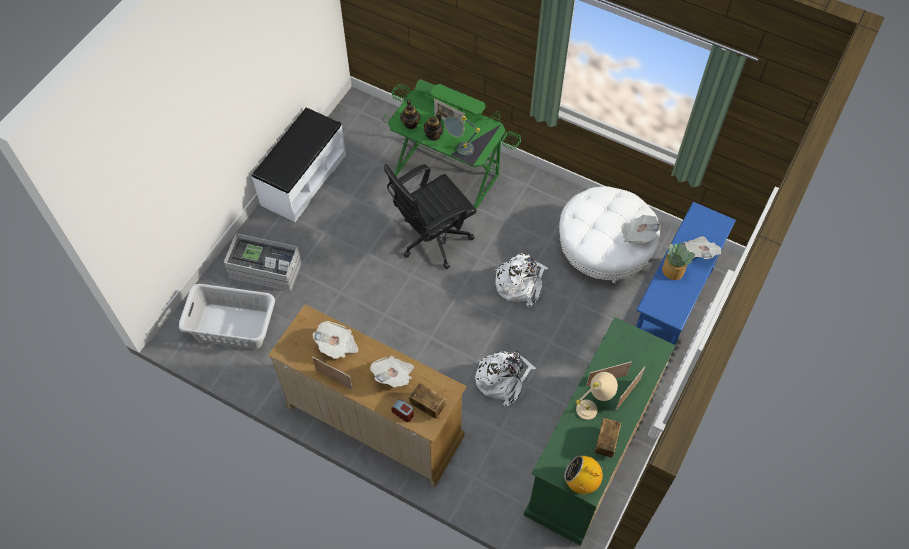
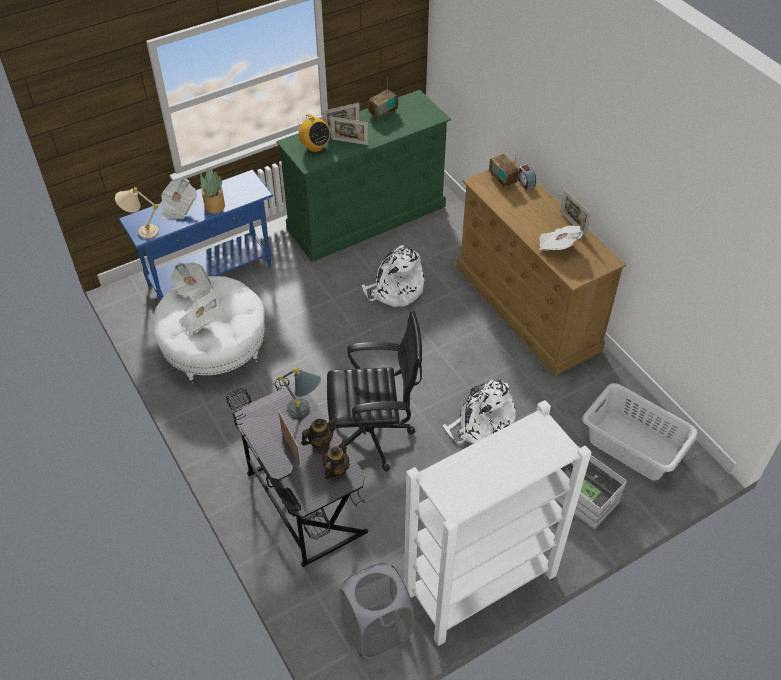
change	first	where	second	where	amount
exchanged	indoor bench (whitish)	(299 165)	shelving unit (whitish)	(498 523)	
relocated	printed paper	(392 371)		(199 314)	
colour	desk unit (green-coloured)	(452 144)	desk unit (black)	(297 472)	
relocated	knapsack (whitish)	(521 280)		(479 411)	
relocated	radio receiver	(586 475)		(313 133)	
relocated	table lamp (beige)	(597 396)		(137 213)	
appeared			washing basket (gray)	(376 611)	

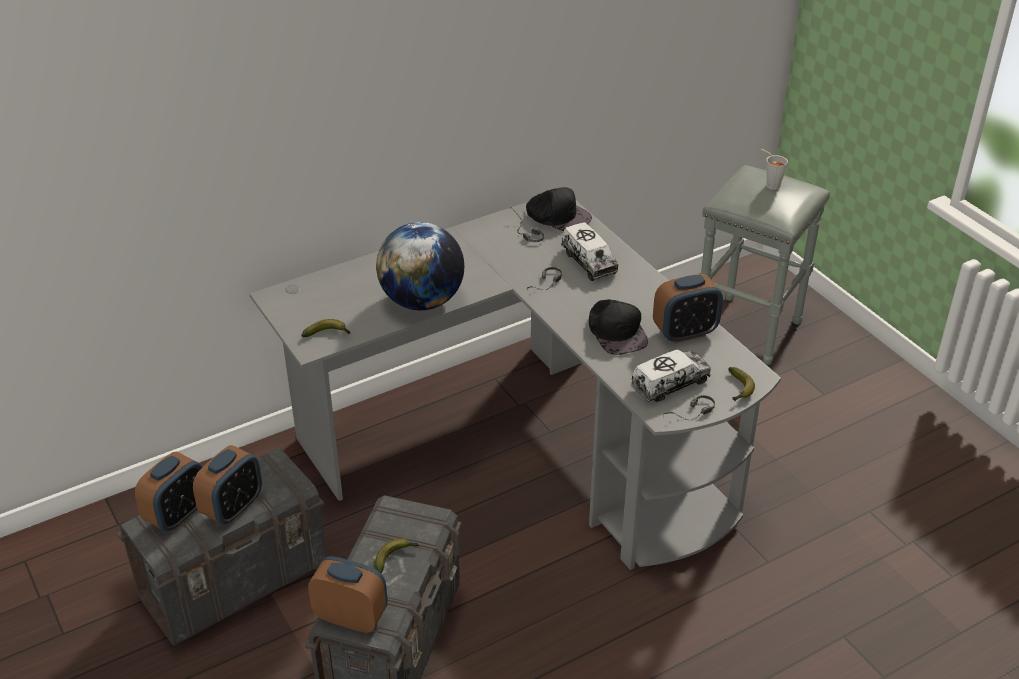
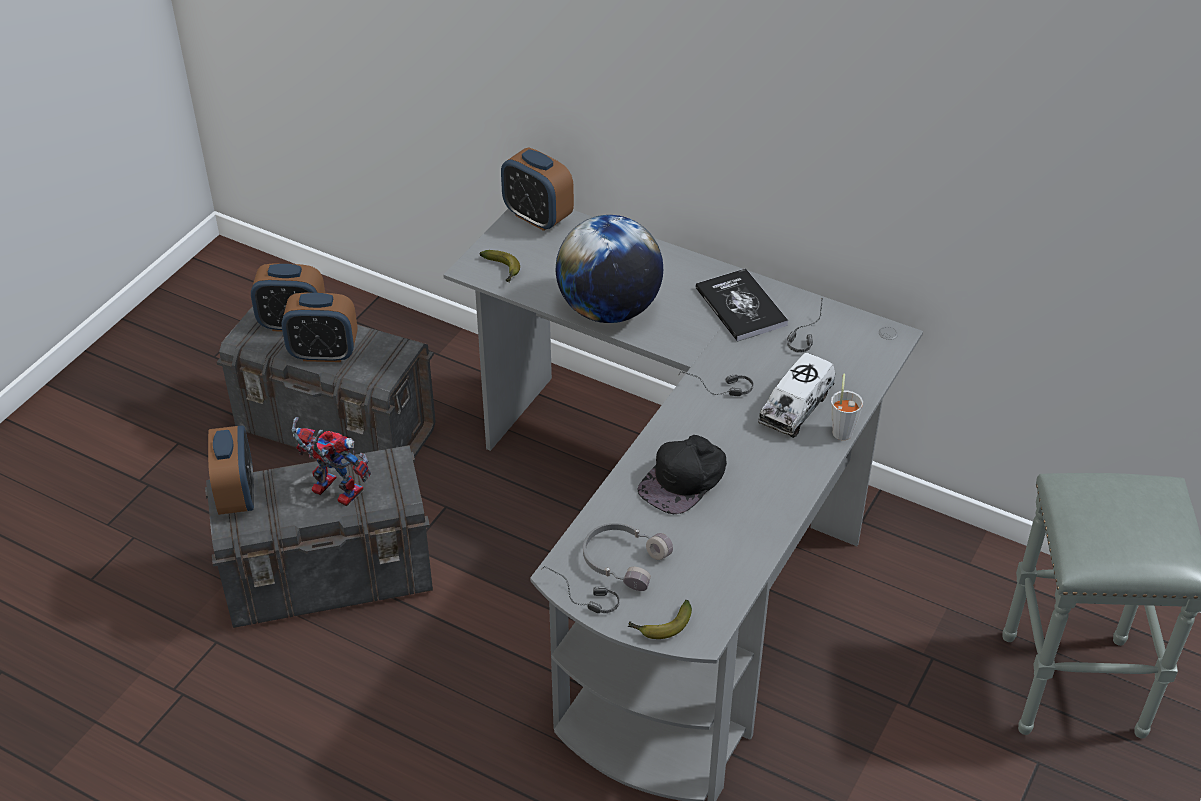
change	first	where	second	where	amount
exchanged	banana	(397 555)	model robot	(331 461)	
missing	baseball cap (black)	(559 209)			
exchanged	toy lorry	(671 375)	headset (gray)	(628 557)	
relocated	table clock	(688 308)		(537 189)	
relocated	cup (gray)	(774 169)		(847 407)	
appeared			volume	(741 305)	

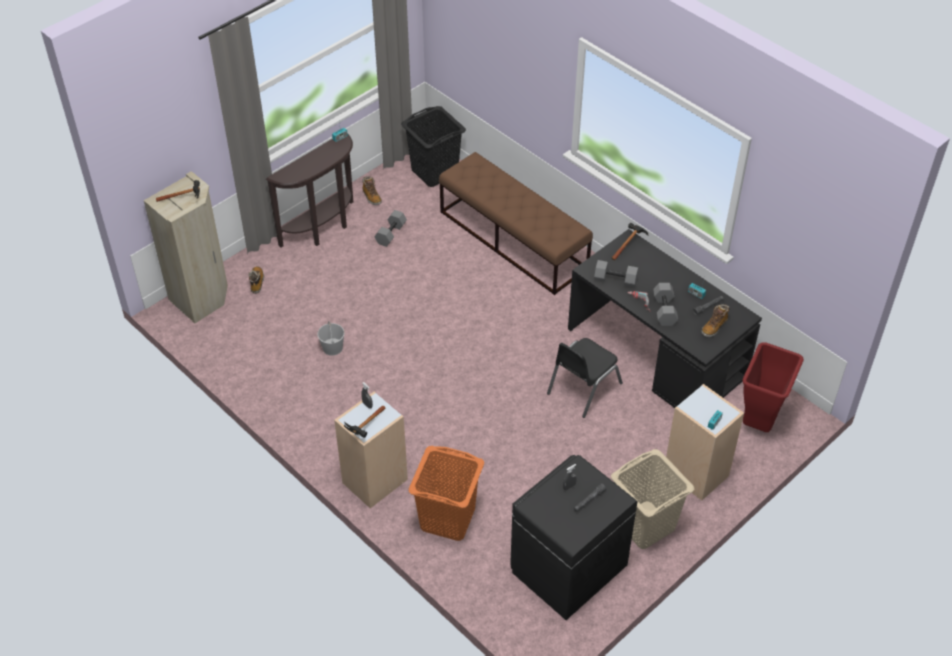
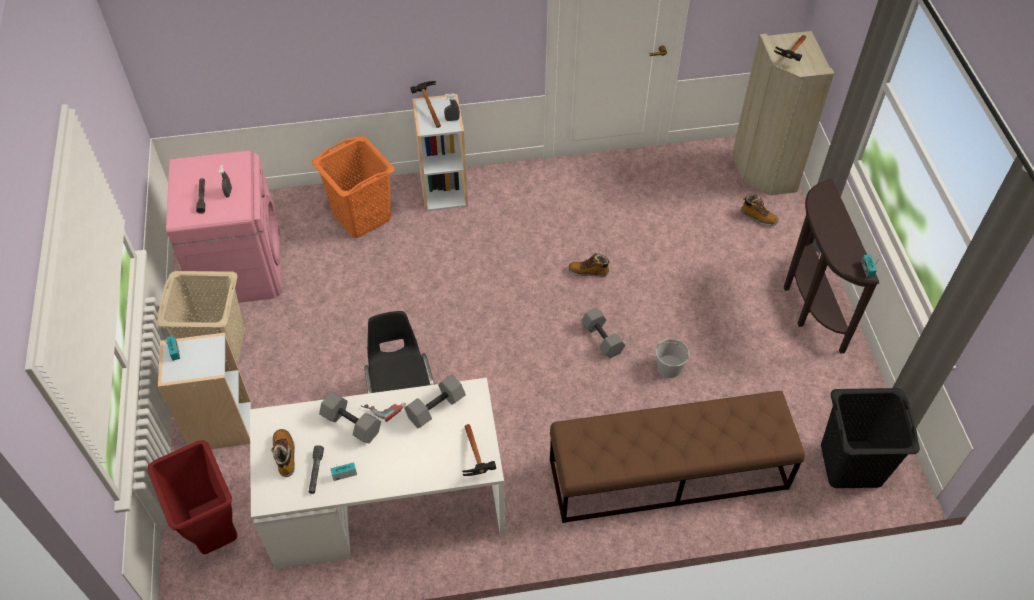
change	first	where	second	where	amount
relocated	bucket (whitish)	(331 338)		(673 358)	
relocated	high-top boot	(372 190)		(589 265)	
relocated	dumbbell (gray)	(390 228)		(603 333)	
colour	washing machine (black)	(574 537)	washing machine (pinkish)	(224 226)	
colour	desk unit (black)	(665 318)	desk unit (whitish)	(377 473)	

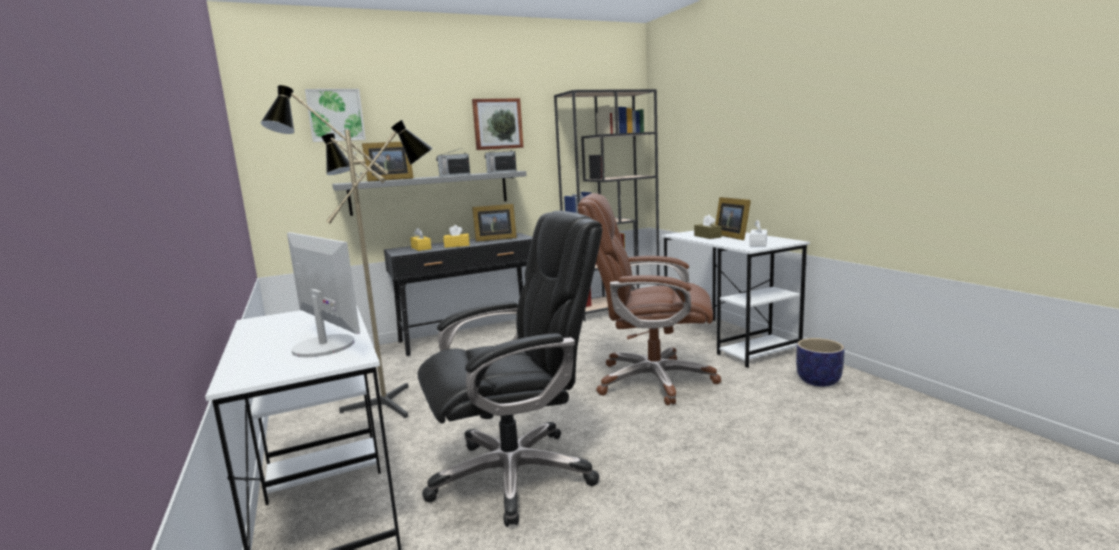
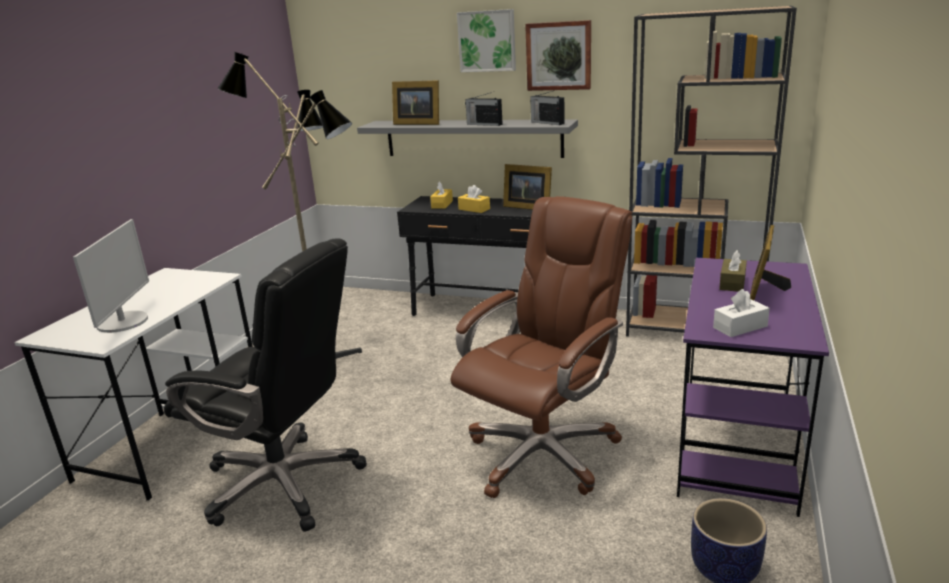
change	first	where	second	where	amount
relocated	picture	(335 115)		(486 40)	
spun	desk chair (brown-coloured)	(649 299)		(541 347)	75 degrees clockwise
colour	desk unit (whitish)	(735 299)	desk unit (purple-coloured)	(753 387)	

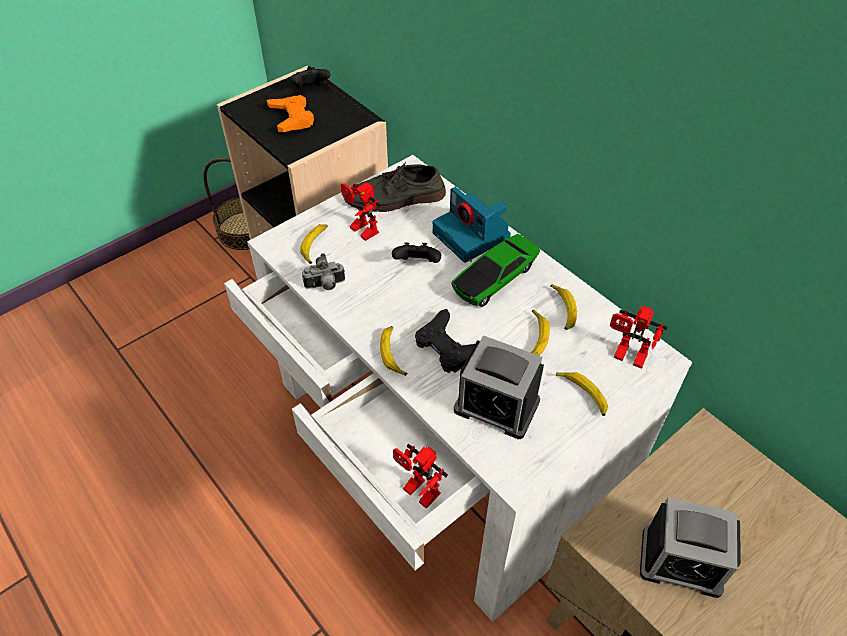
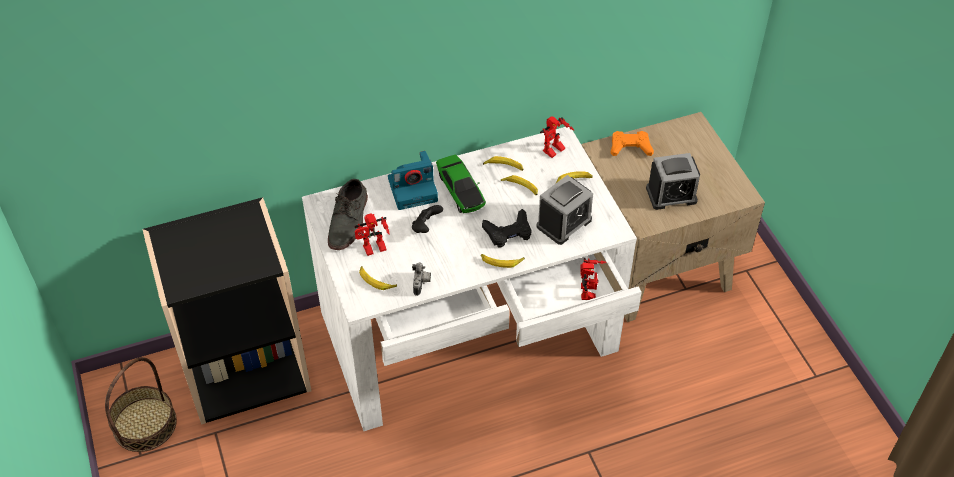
change	first	where	second	where	amount
relocated	joypad (orange)	(290 113)		(632 143)	
missing	joypad (black)	(310 77)			
spun	model robot	(420 476)		(593 279)	60 degrees counterclockwise
spun	table clock	(690 547)		(673 181)	45 degrees clockwise

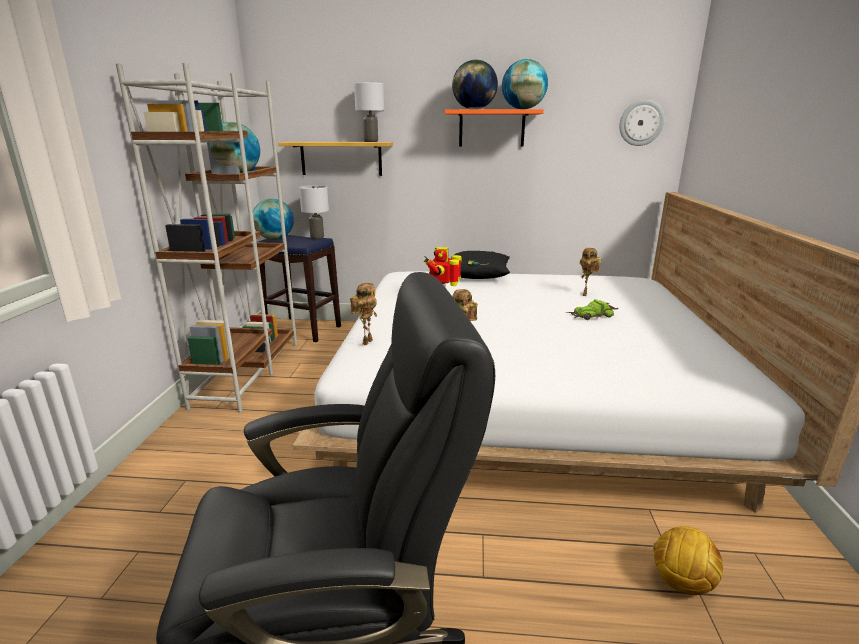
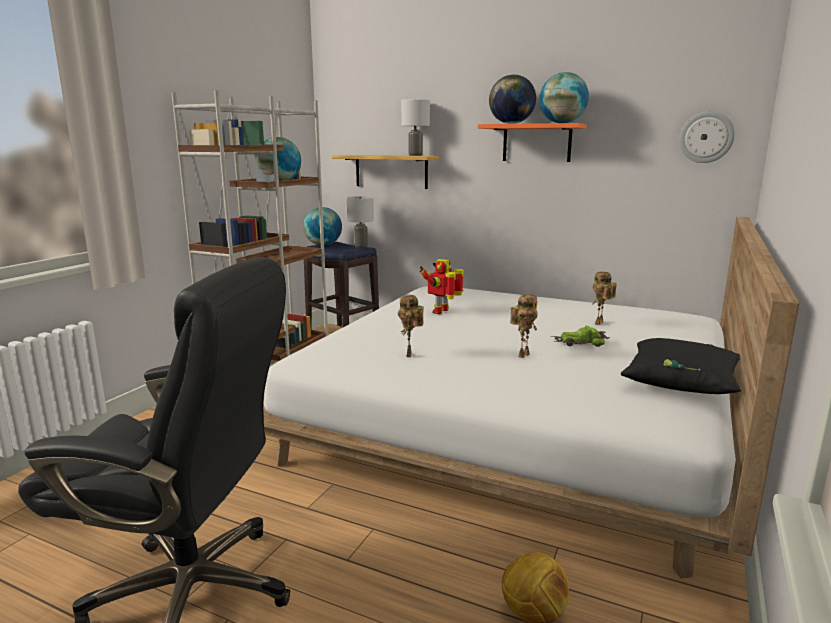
change	first	where	second	where	amount
relocated	model robot	(363 314)		(524 326)	
relocated	cushion (black)	(480 265)		(681 366)	

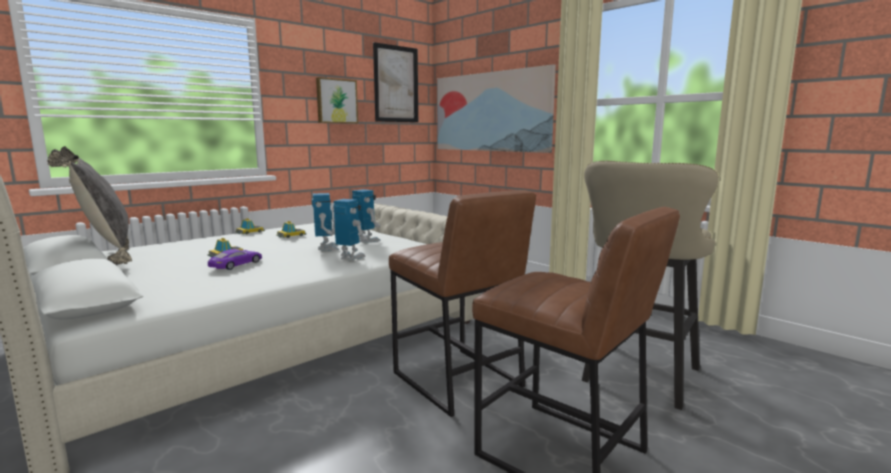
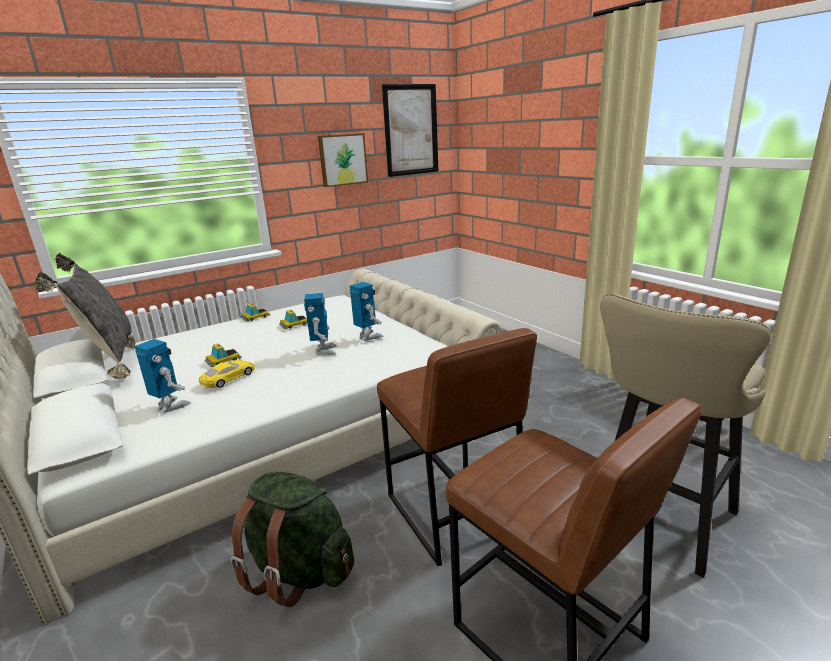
change	first	where	second	where	amount
colour	toy car (purple-coloured)	(235 259)	toy car (yellow-coloured)	(227 373)	
relocated	model robot	(349 229)		(162 376)	
missing	picture	(496 108)			
appeared			knapsack (green-coloured)	(292 539)	

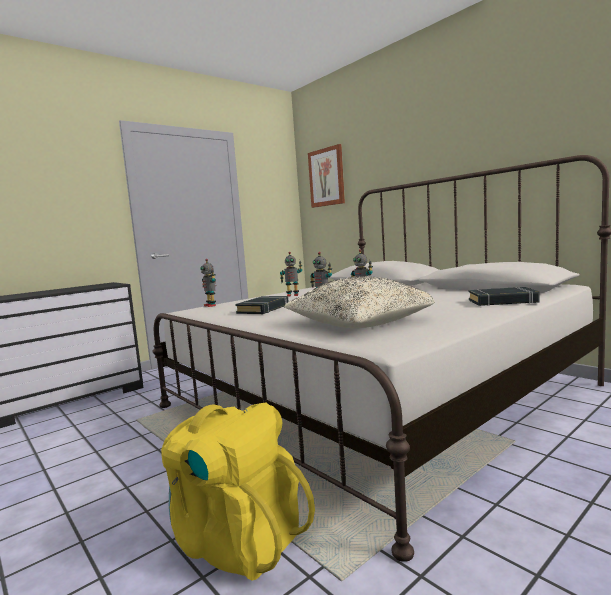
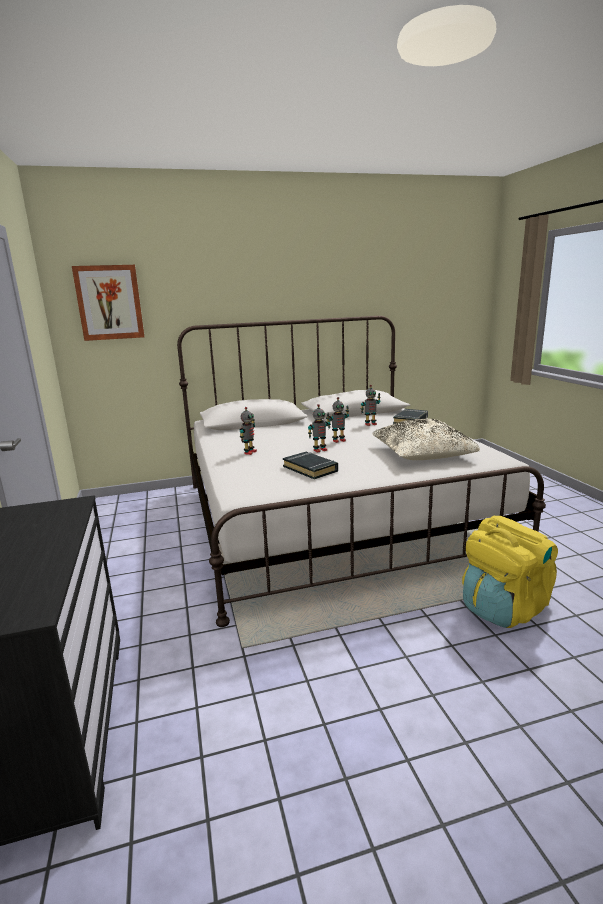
change	first	where	second	where	amount
relocated	model robot	(208 283)		(371 405)	

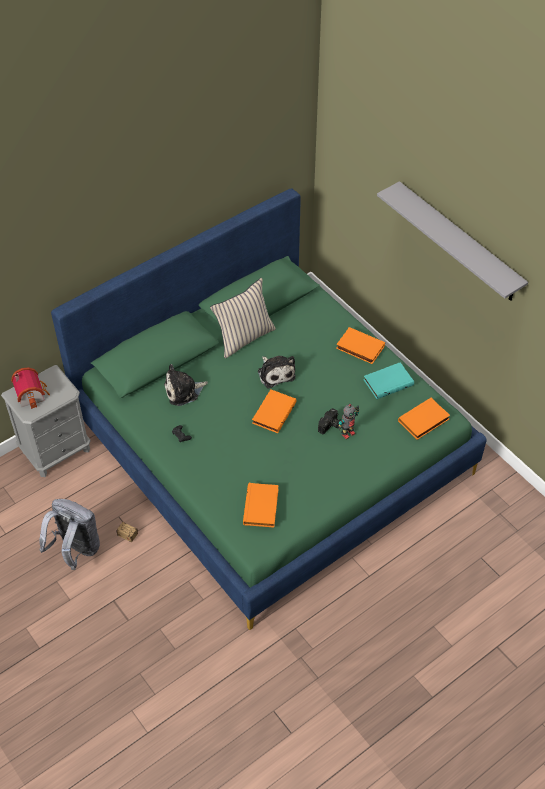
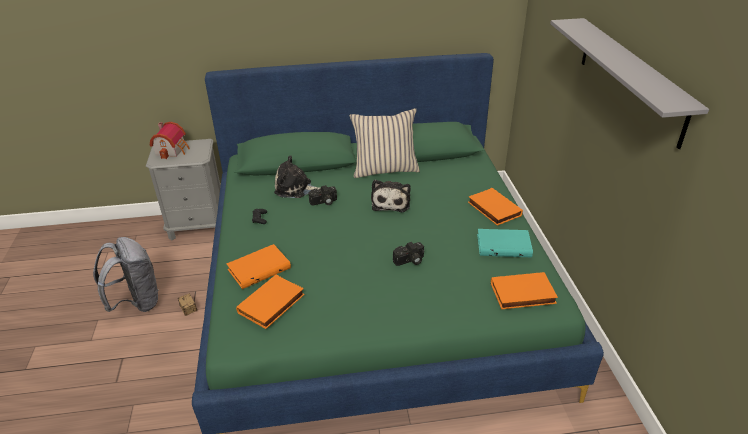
change	first	where	second	where	amount
relocated	volume (orange)	(274 411)		(258 266)	
missing	model robot	(348 421)			
appeared			photo camera	(322 195)	

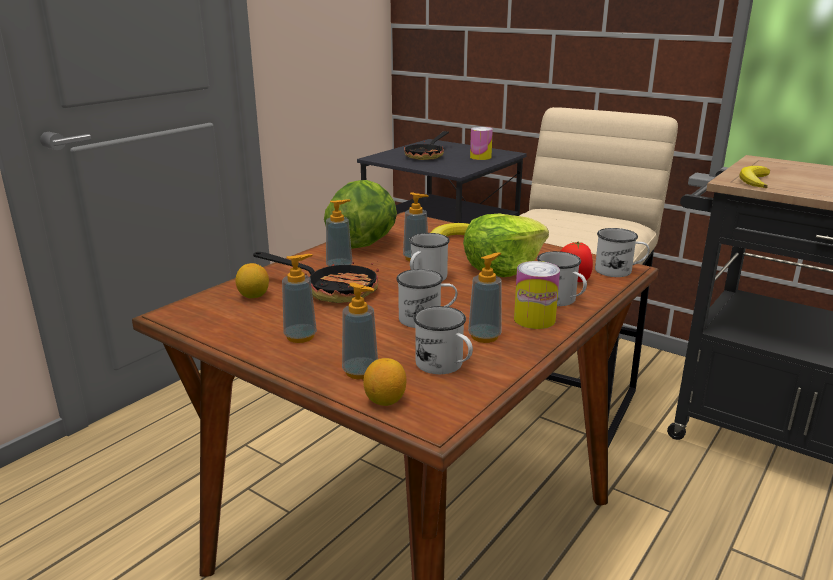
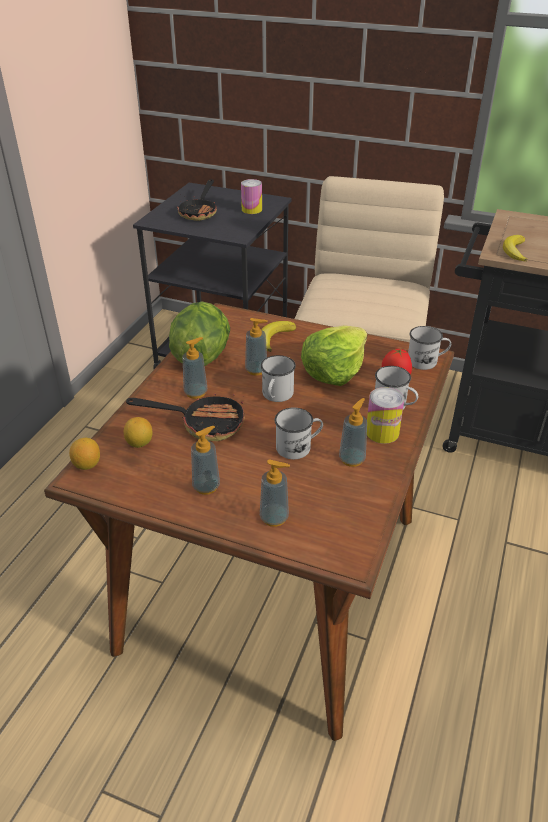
change	first	where	second	where	amount
relocated	citrus fruit	(384 382)		(84 454)	
missing	tea mug (whitish)	(443 340)			

